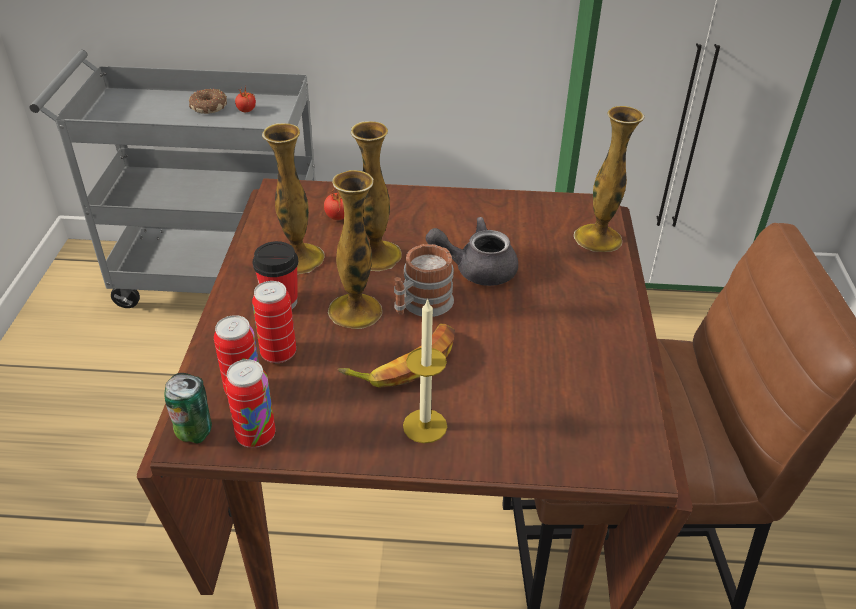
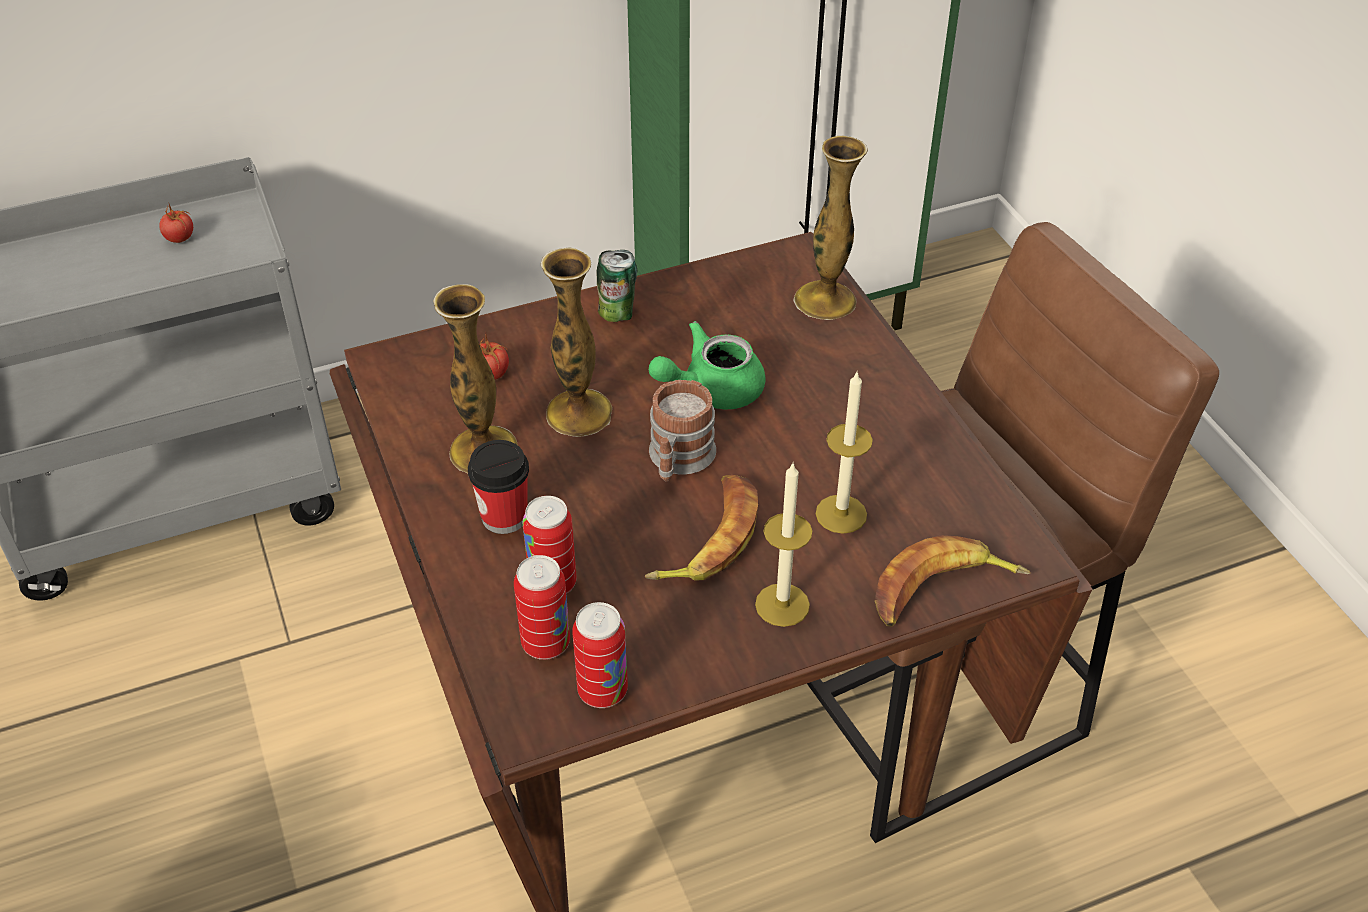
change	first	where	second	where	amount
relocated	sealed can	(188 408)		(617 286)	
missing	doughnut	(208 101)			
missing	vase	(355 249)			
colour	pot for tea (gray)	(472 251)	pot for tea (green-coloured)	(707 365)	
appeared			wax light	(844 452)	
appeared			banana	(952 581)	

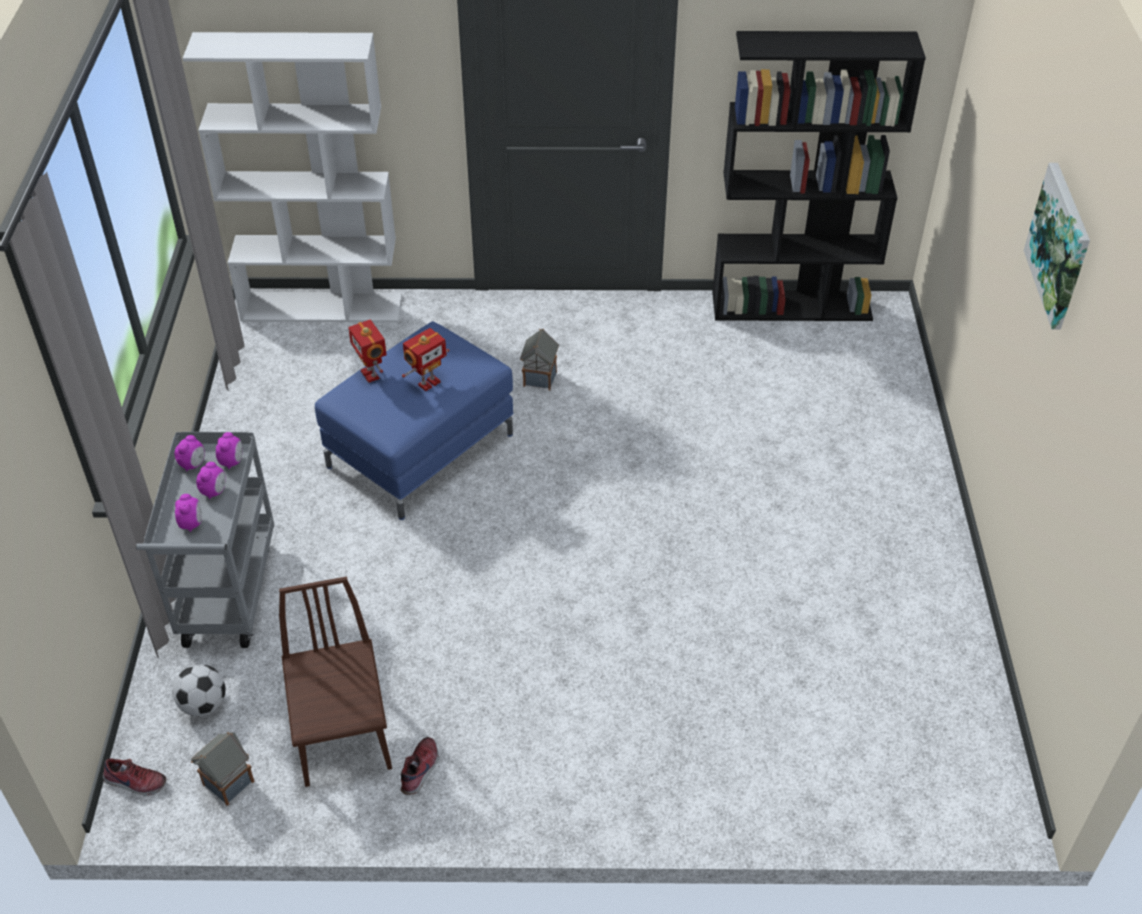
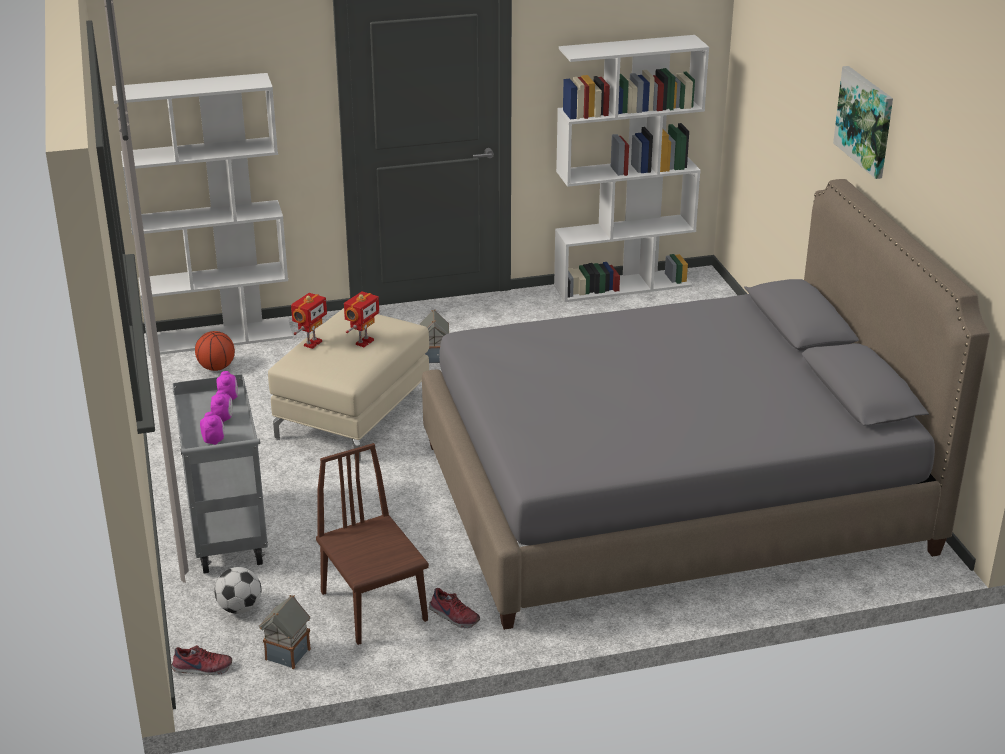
change	first	where	second	where	amount
missing	table clock	(189 453)			
colour	footrest (blue-coloured)	(414 420)	footrest (beige)	(348 385)	
spun	model robot	(367 351)		(309 321)	105 degrees counterclockwise
spun	low shoe	(420 766)		(454 608)	120 degrees clockwise
colour	shelving unit (black)	(819 176)	shelving unit (whitish)	(631 168)	
appeared			ball for basketball	(215 351)	
appeared			bed (gray)	(706 404)	

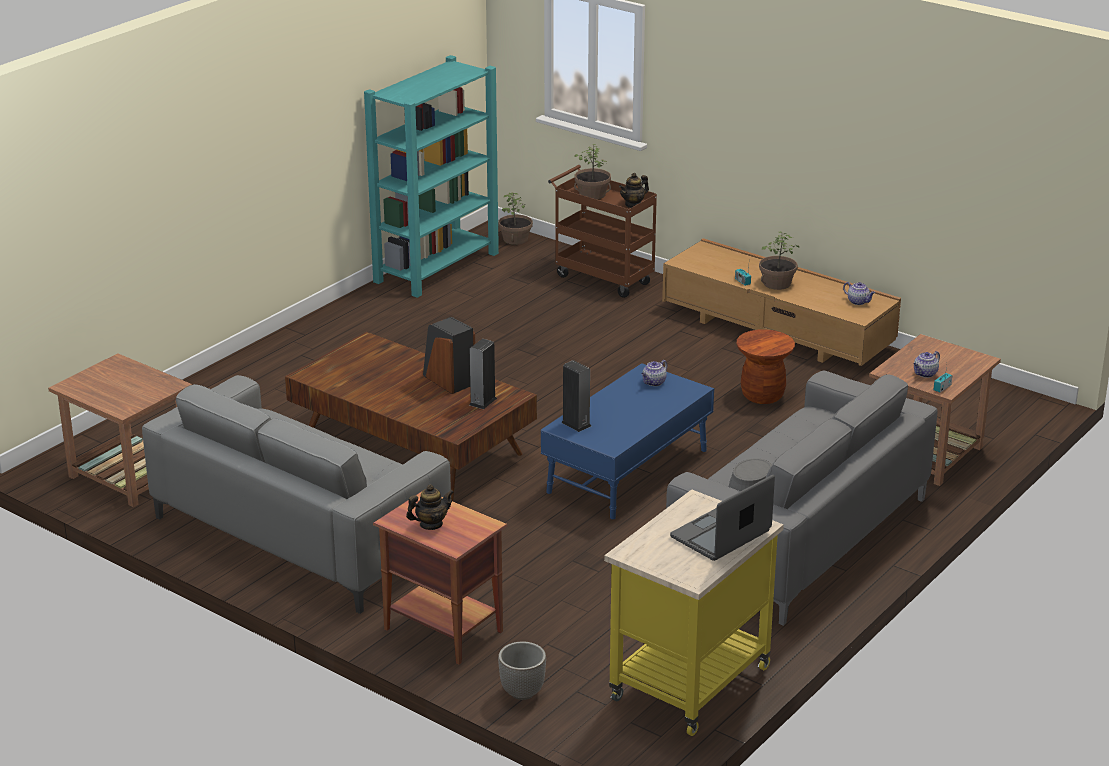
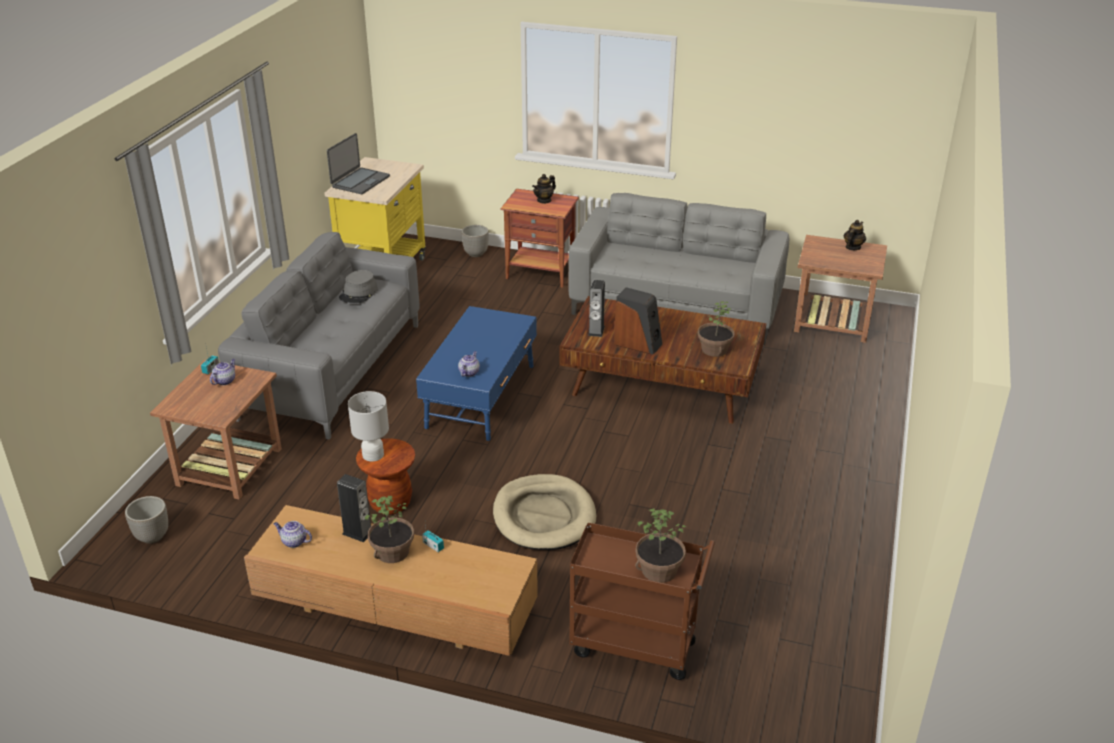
change	first	where	second	where	amount
missing	shelving unit (turquoise)	(431 176)			
relocated	houseplant	(515 218)		(716 329)	
relocated	loudspeaker	(576 396)		(354 508)	
relocated	pot for tea	(634 190)		(855 235)	
appeared			flower pot	(146 520)	
appeared			table lamp (gray)	(368 426)	
appeared			dog cushion (beige)	(544 512)	

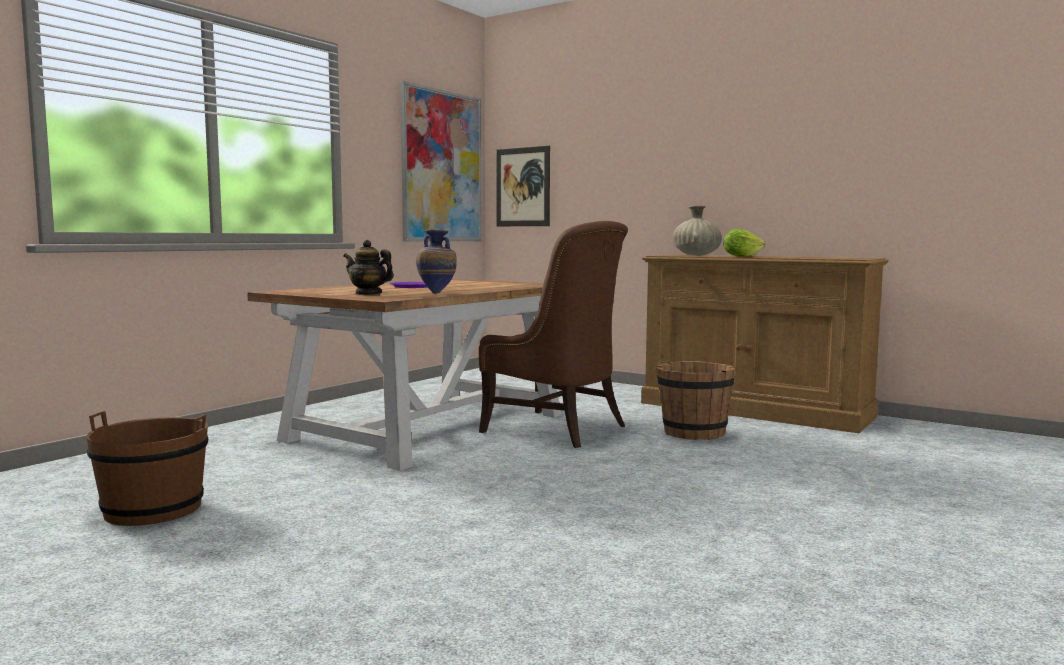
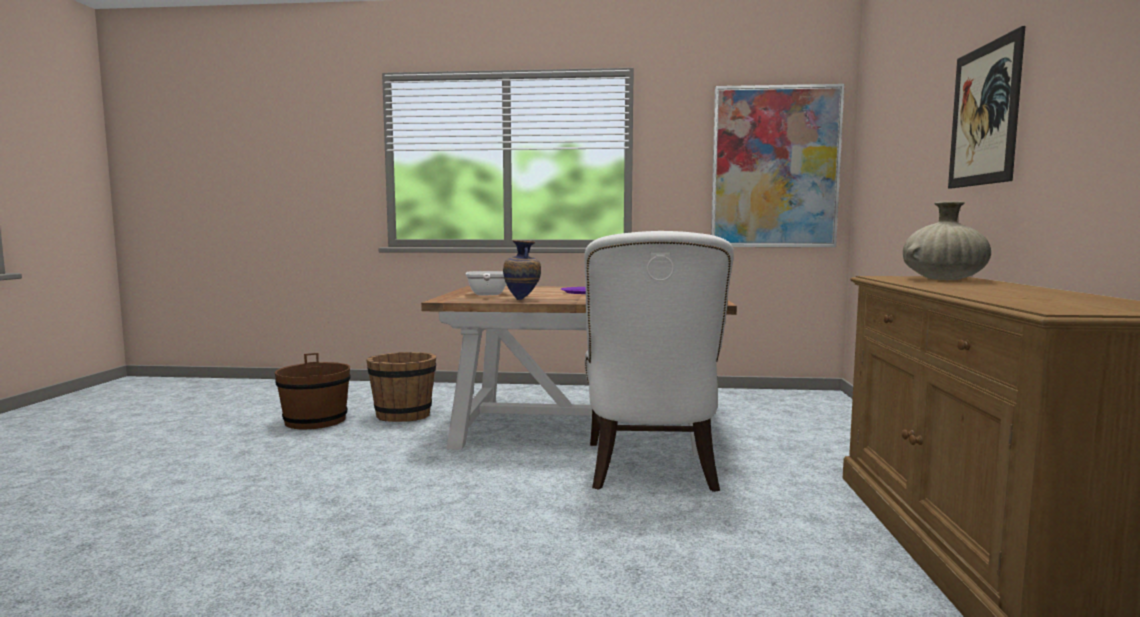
change	first	where	second	where	amount
exchanged	pot for tea	(368 267)	pan	(486 283)	
colour	chair (brown-coloured)	(553 334)	chair (whitish)	(659 361)	
relocated	picture	(523 186)		(986 107)	
relocated	bucket (brown-coloured)	(695 400)		(401 387)	
missing	lettuce head	(744 243)			

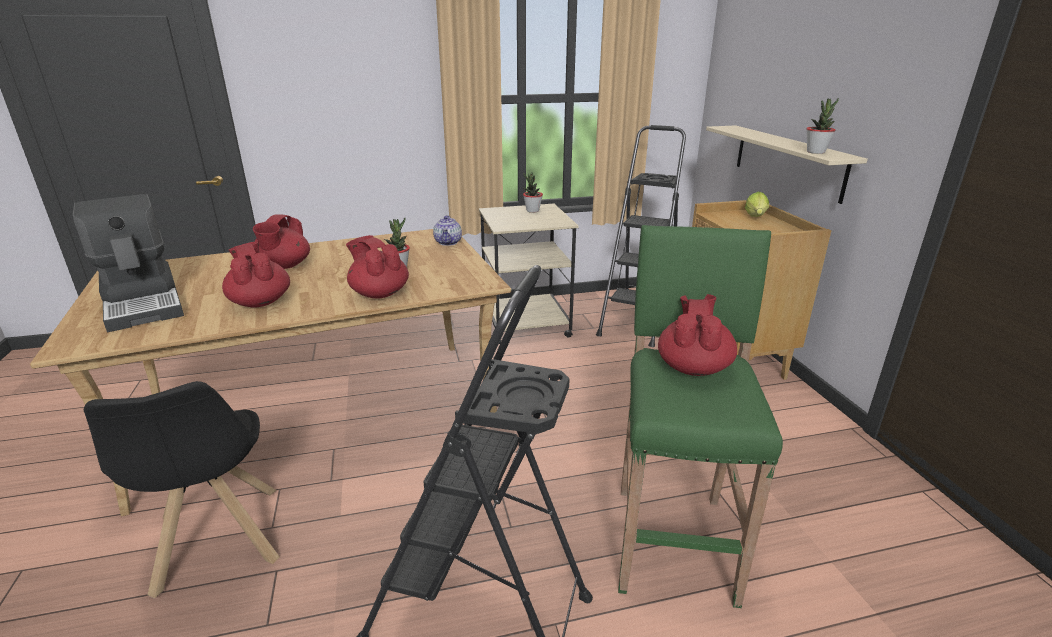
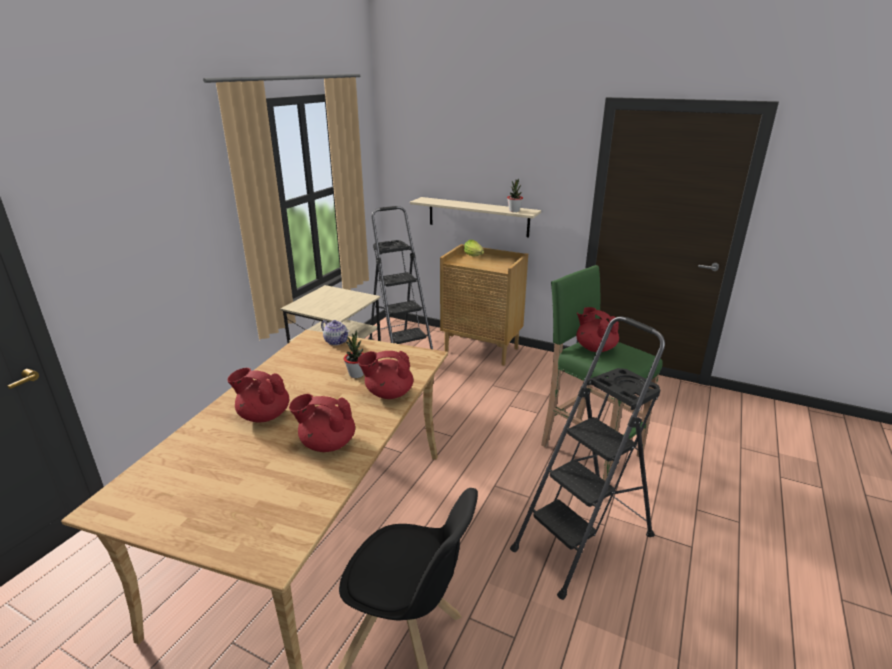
change	first	where	second	where	amount
missing	coffee maker	(128 263)			
spun	pot for tea (red-coloured)	(281 241)		(258 395)	150 degrees clockwise
missing	houseplant	(533 192)			

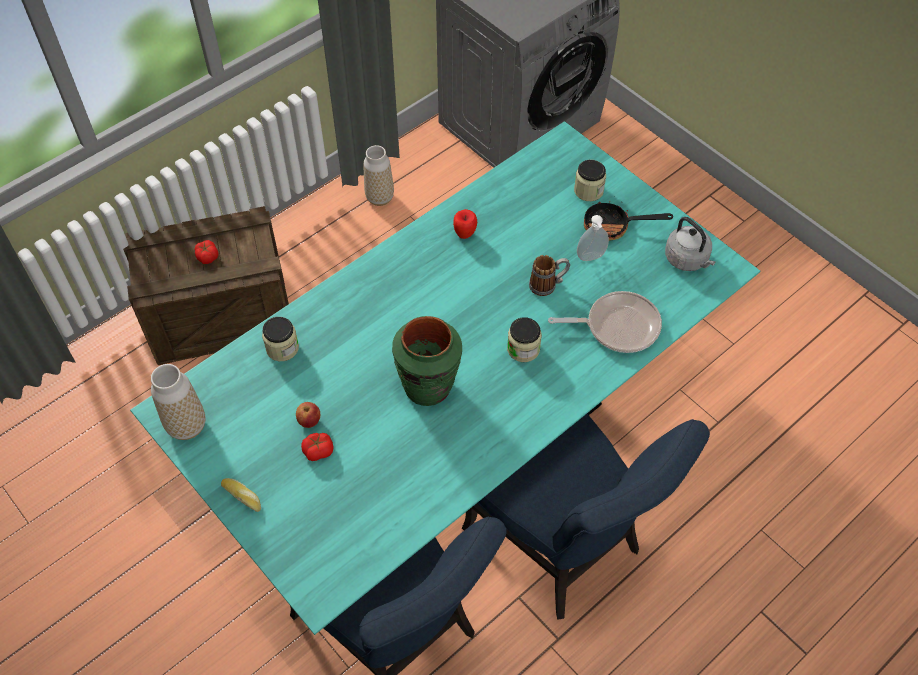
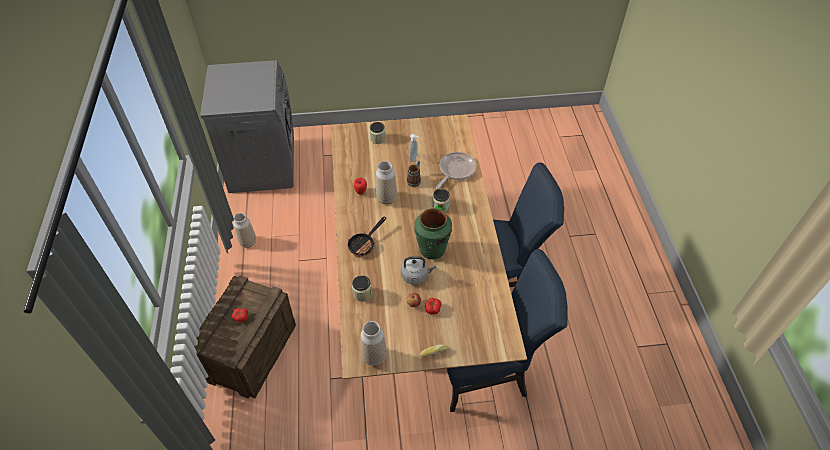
change	first	where	second	where	amount
colour	dining table (turquoise)	(445 378)	dining table (brown-coloured)	(429 246)	
relocated	pan	(628 218)		(366 236)	
relocated	water kettle (gray)	(690 244)		(418 270)	
appeared			vase	(386 182)	

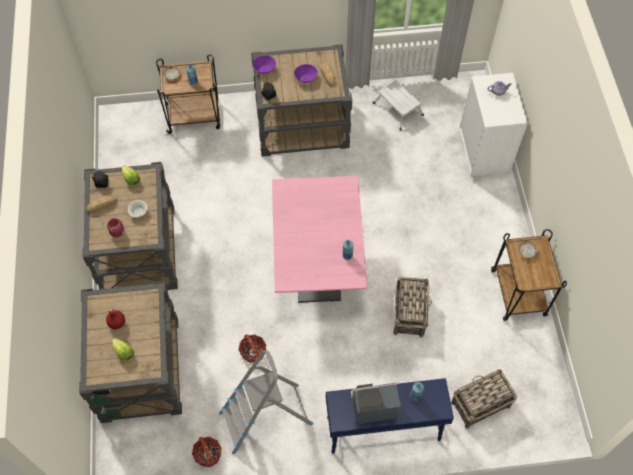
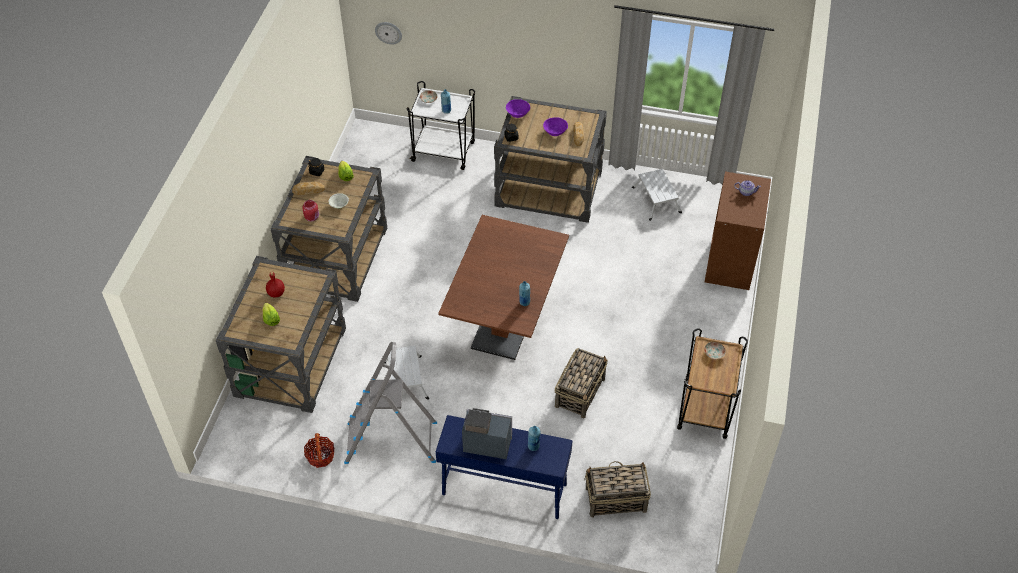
change	first	where	second	where	amount
colour	wheeled cart (brown-coloured)	(188 94)	wheeled cart (whitish)	(441 125)	
exchanged	storage basket	(252 348)	stepladder (whitish)	(407 372)	
colour	dining table (pinkish)	(319 239)	dining table (brown-coloured)	(503 287)	
colour	cupboard (whitish)	(493 124)	cupboard (brown-coloured)	(738 231)	
appeared			clock on the wall	(388 33)	

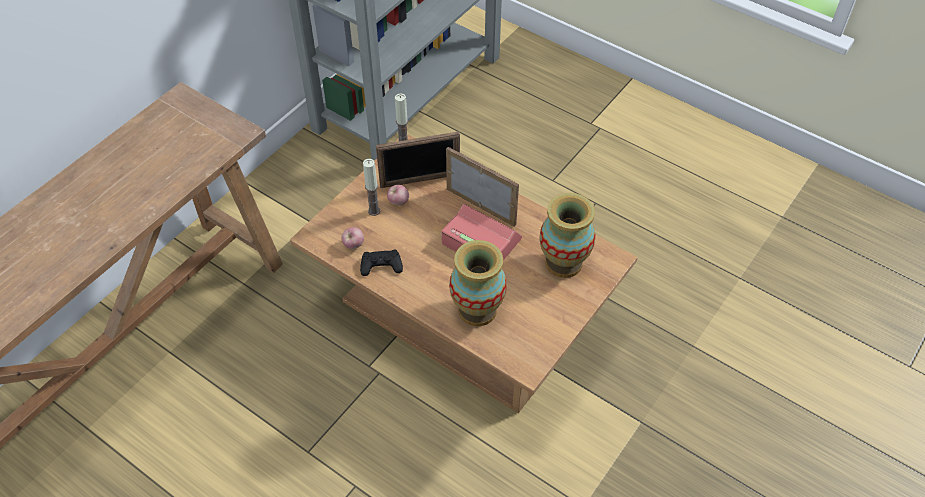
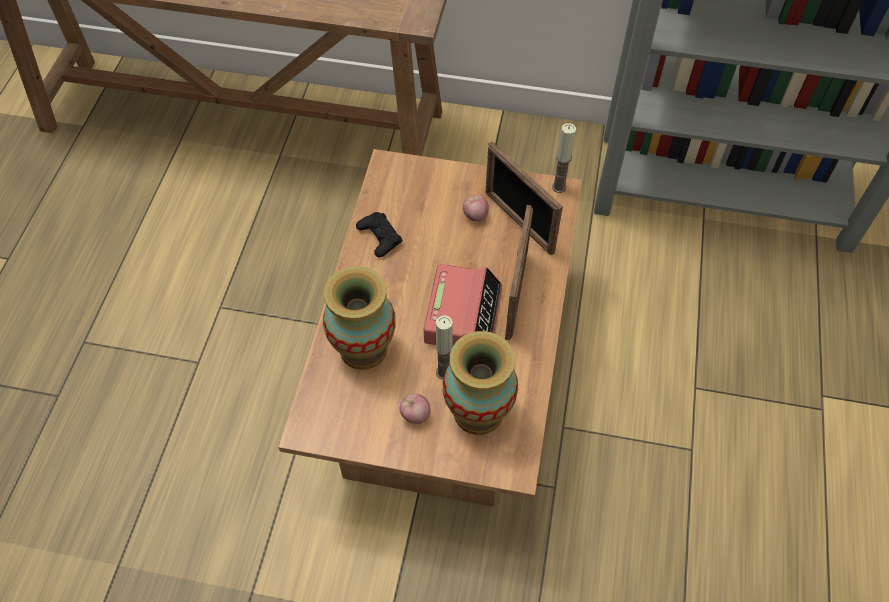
change	first	where	second	where	amount
relocated	apple	(352 238)		(415 408)	
relocated	wax light	(371 187)		(444 347)	

